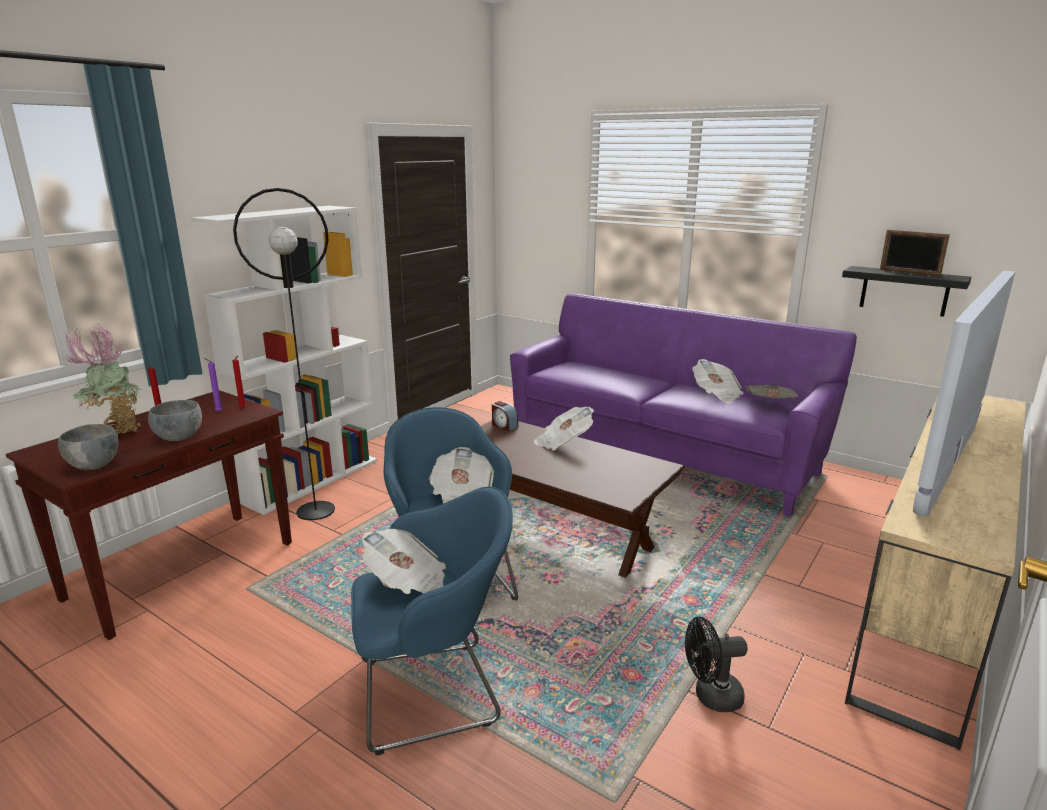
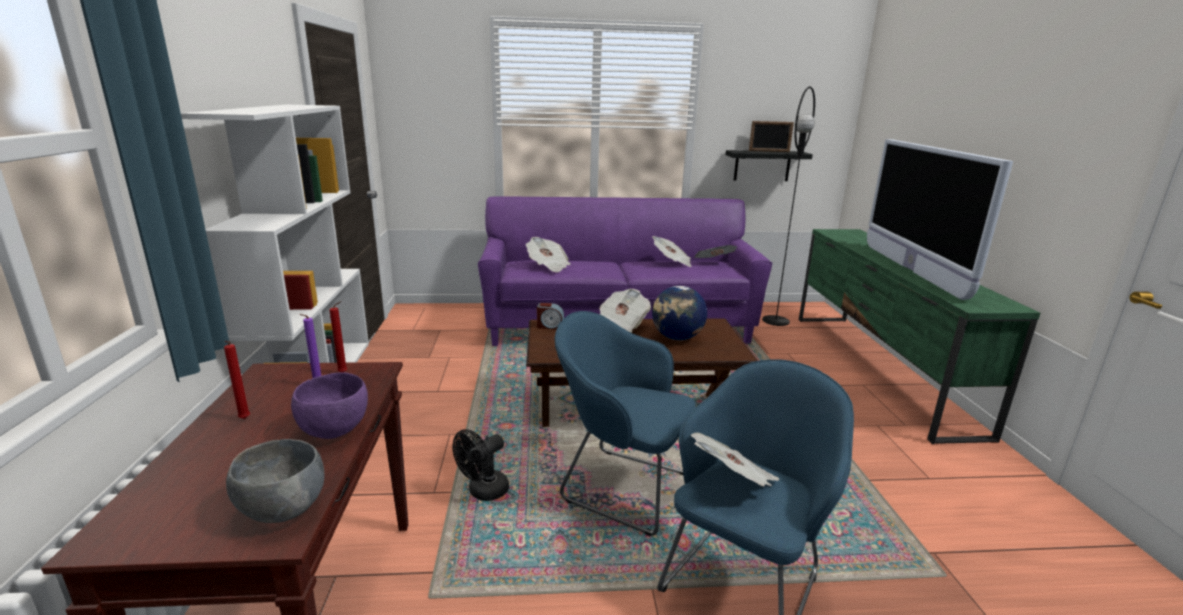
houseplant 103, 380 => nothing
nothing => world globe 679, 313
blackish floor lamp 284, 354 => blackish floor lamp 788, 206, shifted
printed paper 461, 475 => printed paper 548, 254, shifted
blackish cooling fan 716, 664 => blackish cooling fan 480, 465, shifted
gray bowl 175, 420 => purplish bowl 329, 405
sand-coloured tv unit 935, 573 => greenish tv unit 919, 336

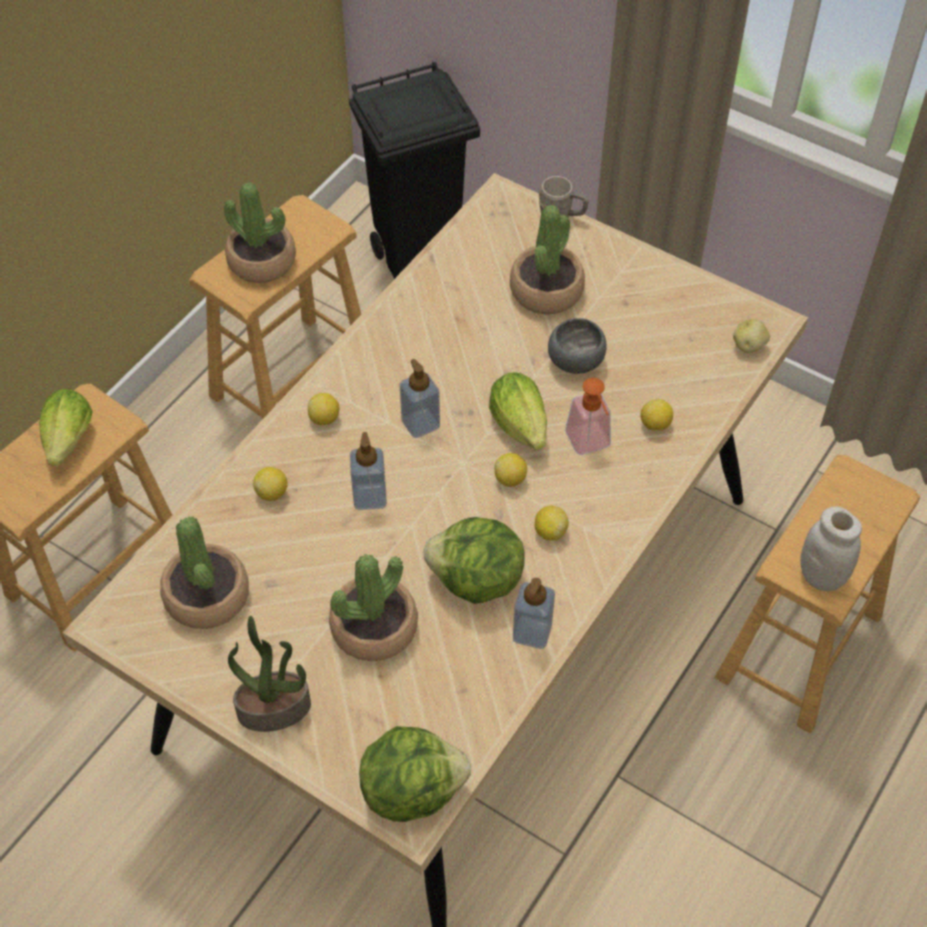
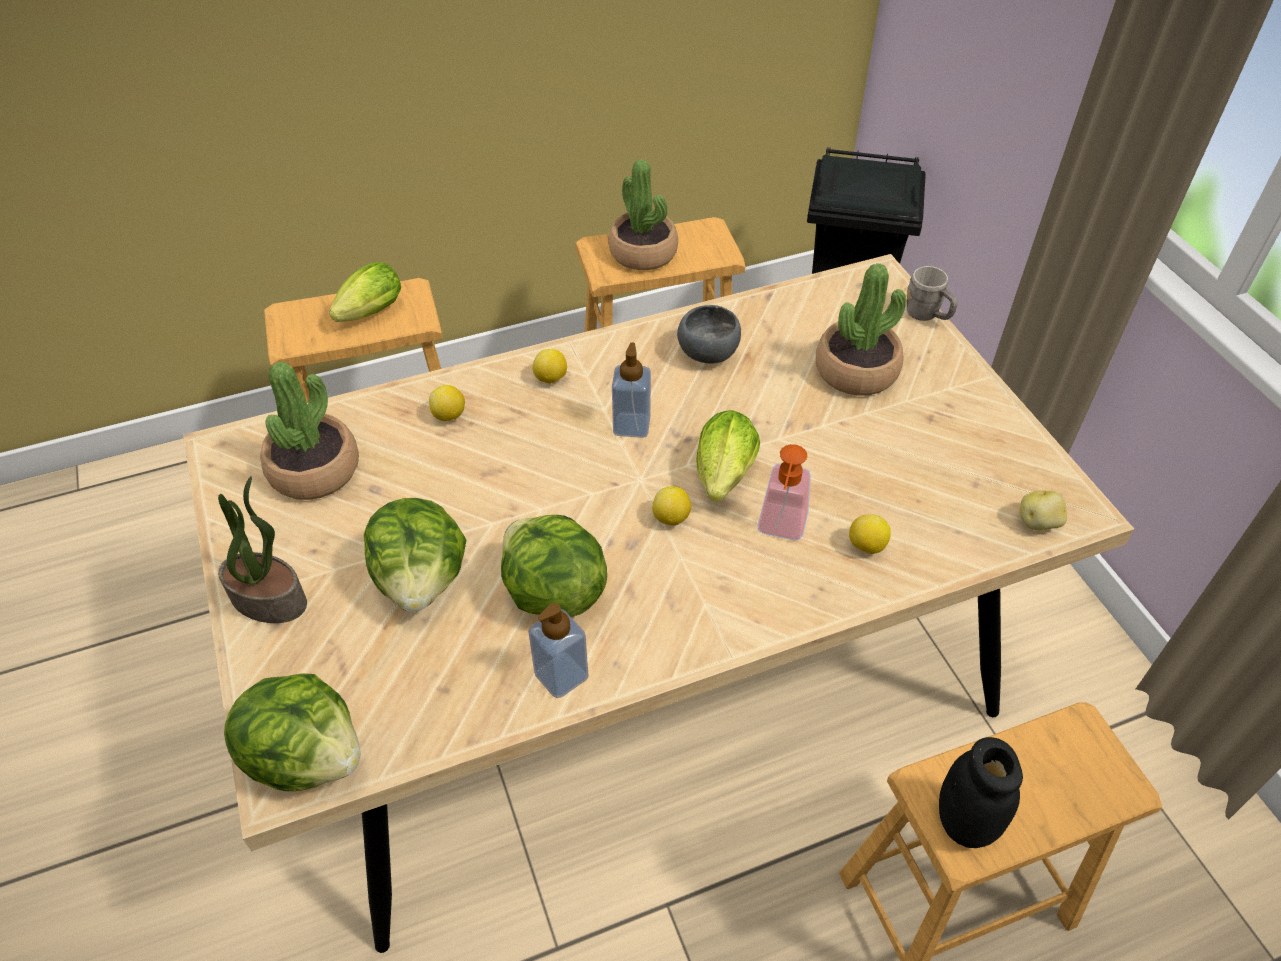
liquid soap bottle 368, 471 => nothing
lemon 552, 523 => nothing
gray bowl 577, 346 => gray bowl 709, 334, shifted
houseplant 373, 607 => lettuce head 415, 555
white-coloured storage jar 831, 548 => blackish storage jar 981, 792

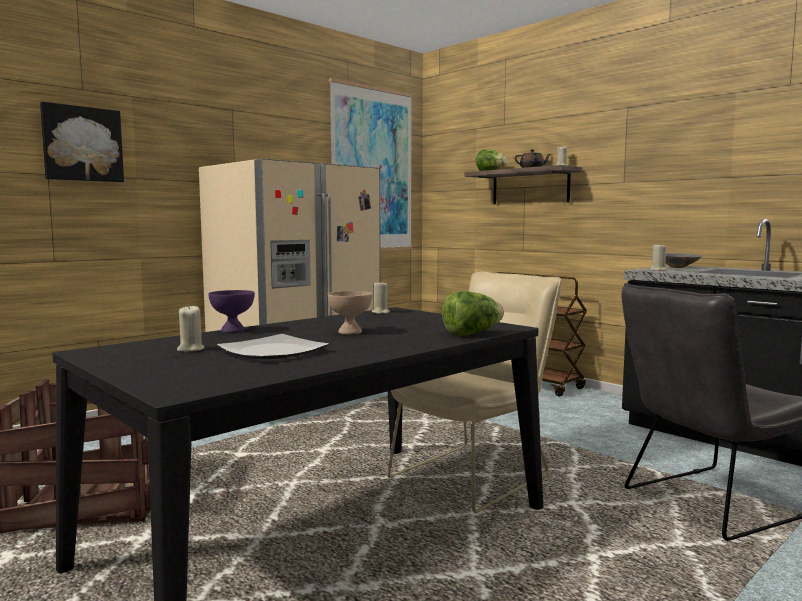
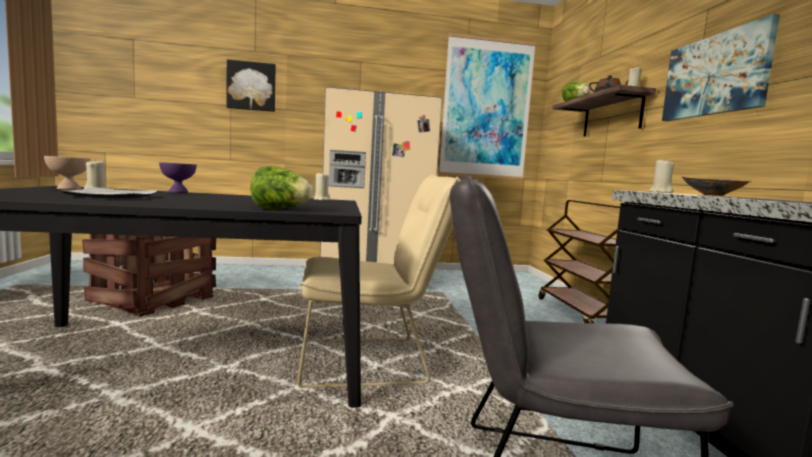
nothing => wall picture 721, 67
sand-coloured bowl 349, 312 => sand-coloured bowl 67, 173, shifted

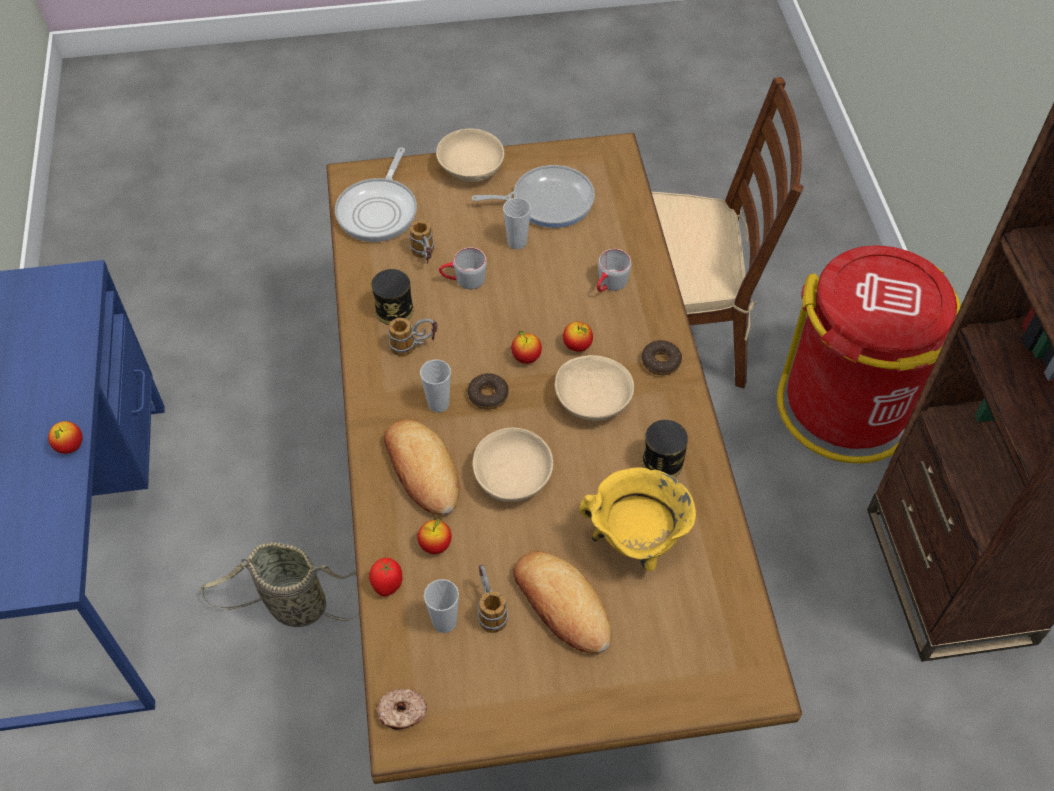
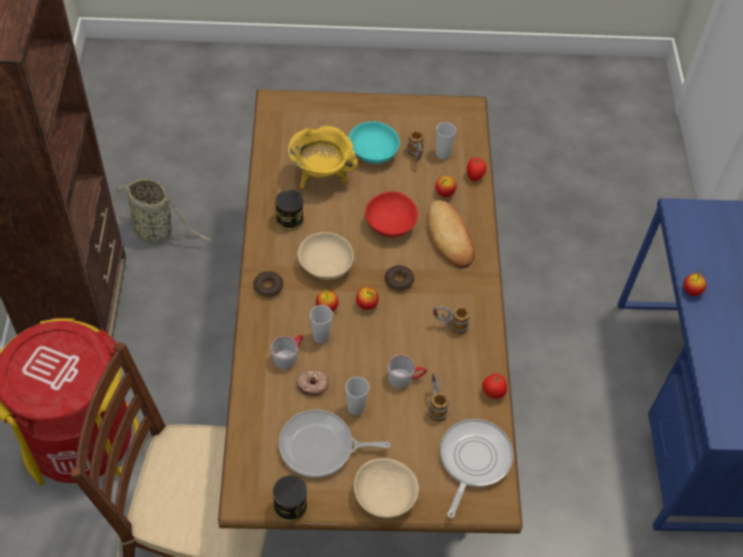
nothing => tomato 494, 386
storage basket 280, 585 => storage basket 162, 211, shifted
can 392, 297 => can 290, 498, shifted
doughnut 402, 709 => doughnut 312, 383, shifted
cup 435, 386 => cup 321, 324, shifted
bakery bread 563, 602 => blue-green bowl 374, 142
sand-coloured bowl 513, 465 => red-coloured bowl 391, 214

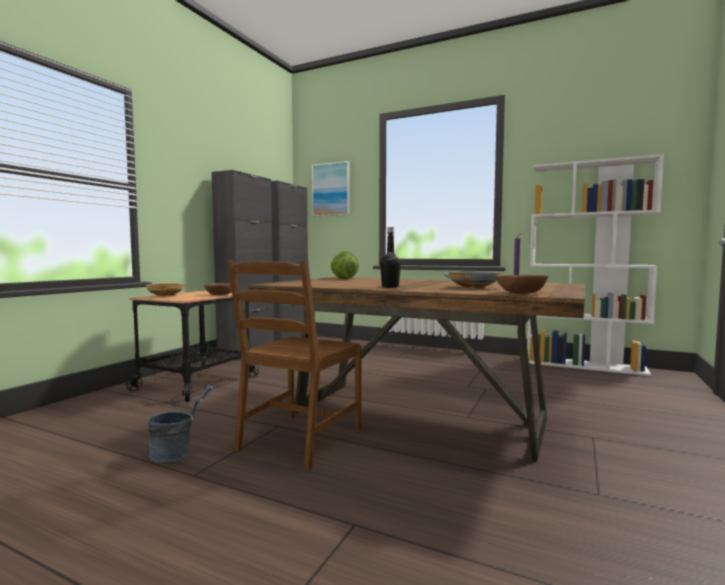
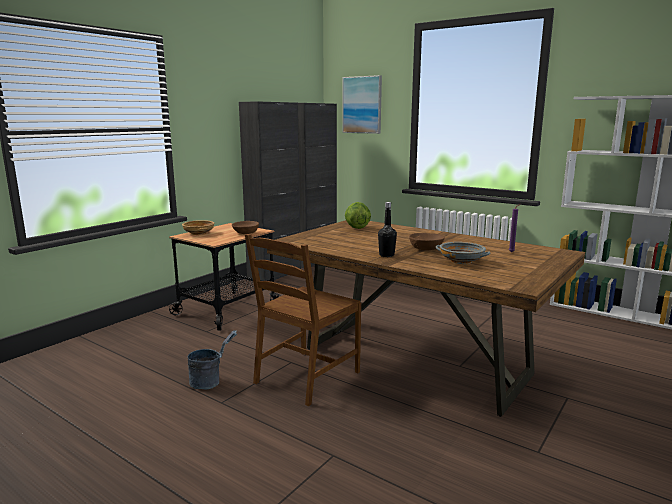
brown bowl 522, 284 => brown bowl 427, 241, shifted

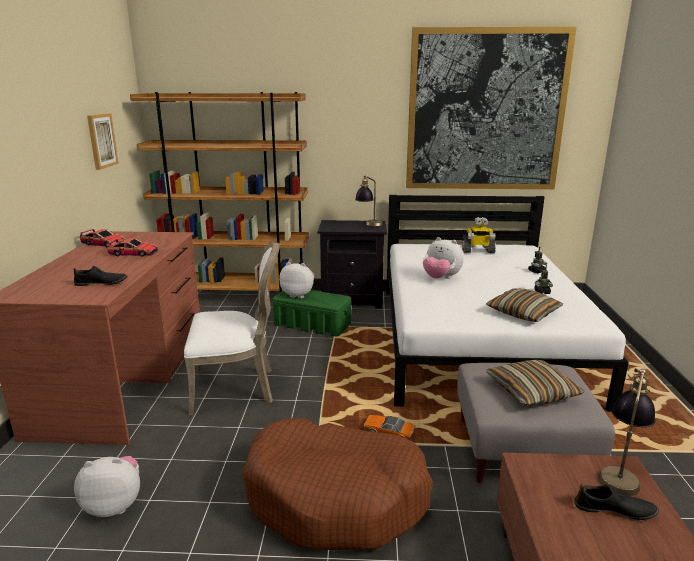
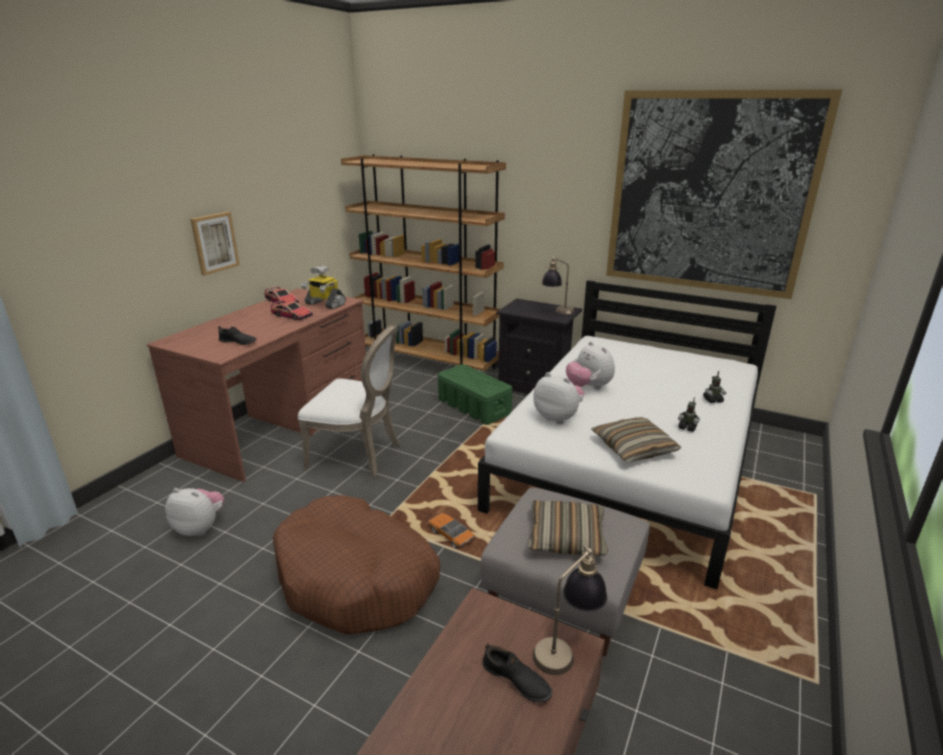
wall picture 103, 141 => wall picture 215, 244, shifted
plush toy 296, 280 => plush toy 558, 398, shifted
toy robot 479, 235 => toy robot 323, 287, shifted

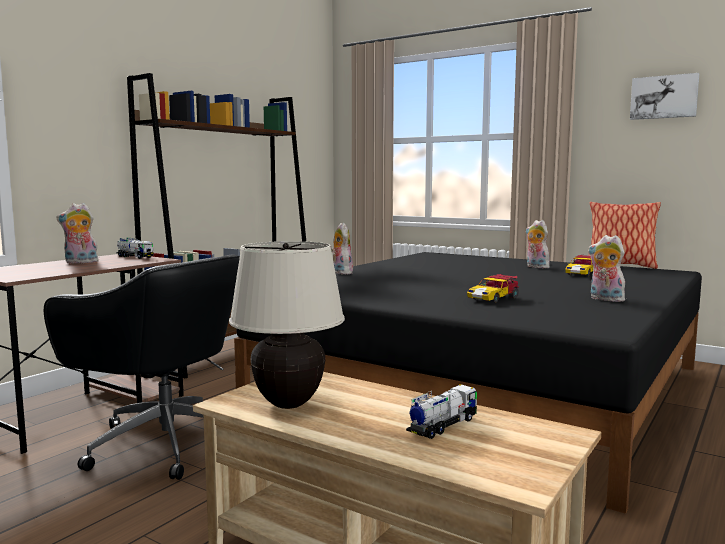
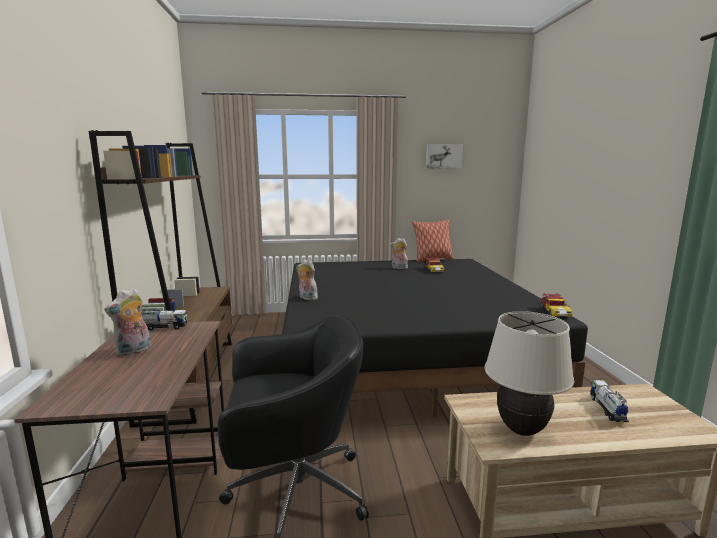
plush toy 608, 268 => nothing
miniature car 493, 288 => miniature car 556, 305, shifted

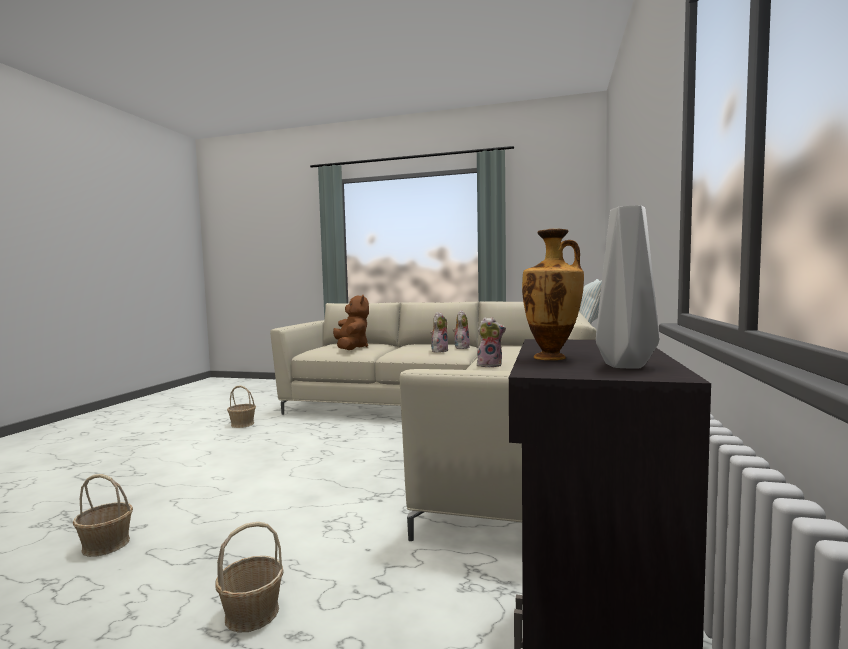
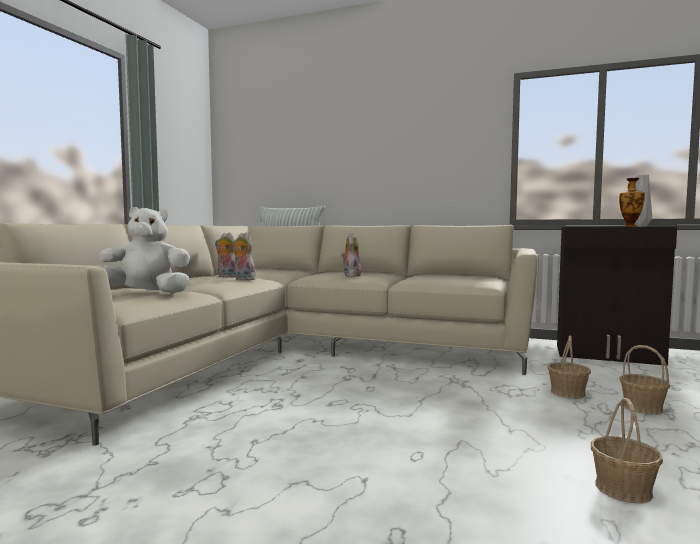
storage basket 241, 406 => storage basket 569, 367, shifted
brown plush toy 351, 322 => white-coloured plush toy 143, 250

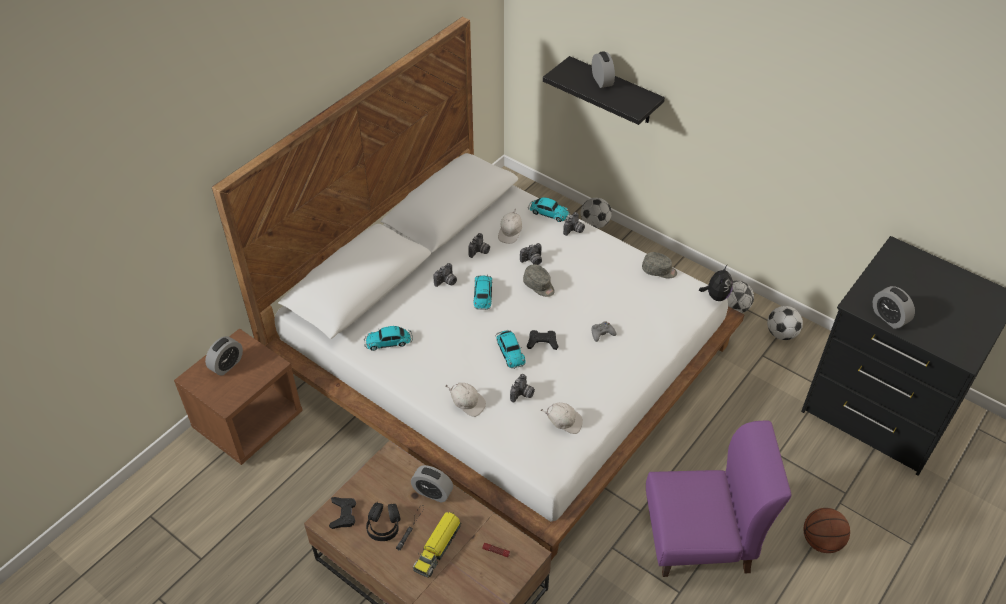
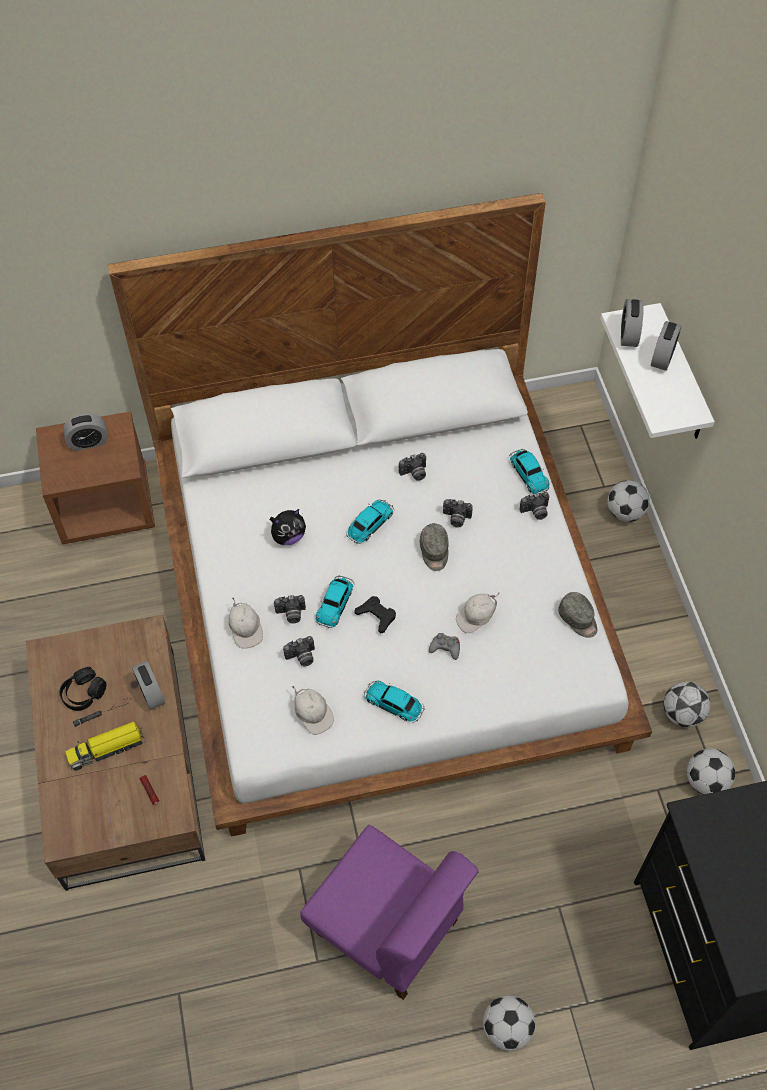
blackish game controller 342, 513 => nothing
miniature car 388, 338 => miniature car 394, 702, shifted
still camera 445, 275 => still camera 290, 609, shifted
white-coloured cap 510, 226 => white-coloured cap 478, 612, shifted
plush toy 716, 283 => plush toy 288, 527, shifted
table clock 894, 307 => table clock 632, 323, shifted
basketball 827, 530 => football 509, 1023
blackish wall shelf 604, 90 => white-coloured wall shelf 657, 371

